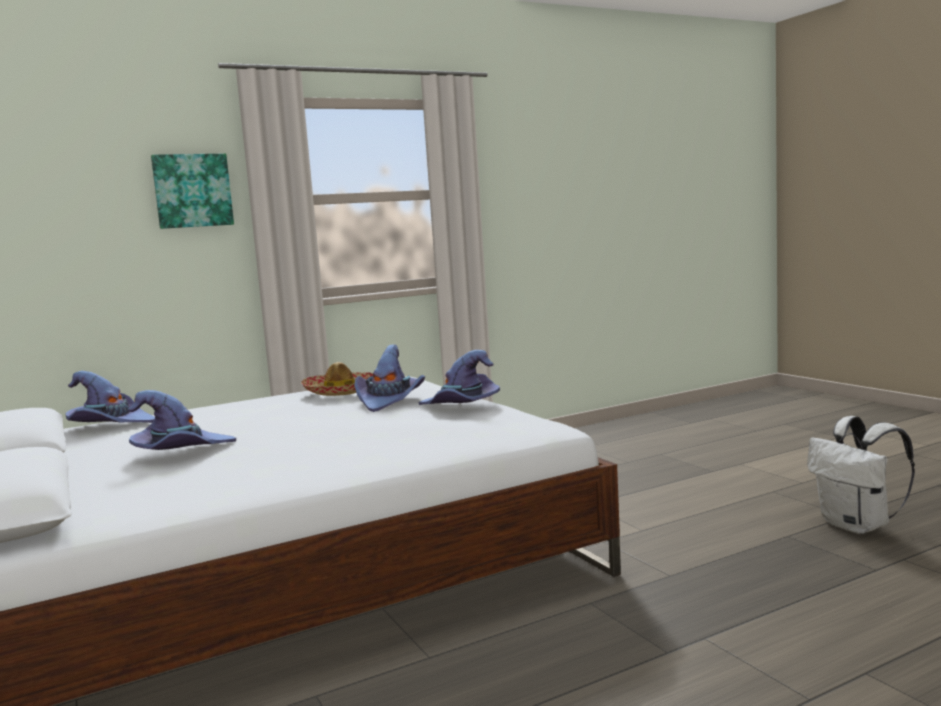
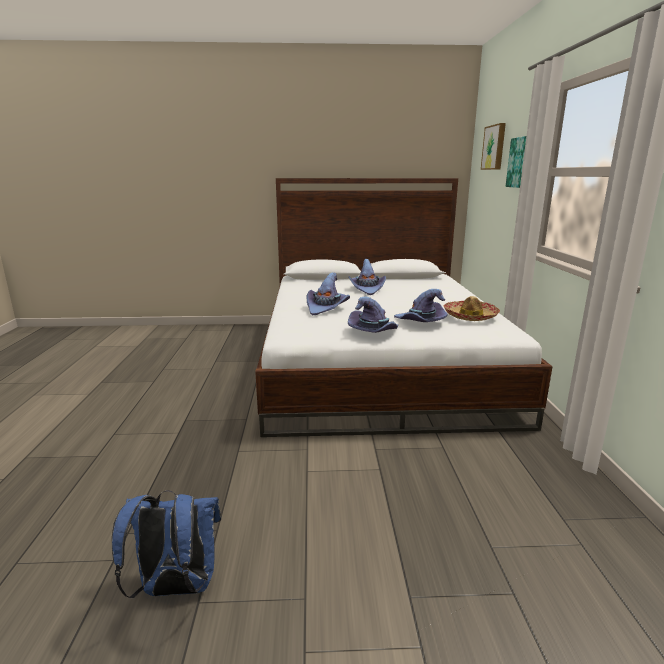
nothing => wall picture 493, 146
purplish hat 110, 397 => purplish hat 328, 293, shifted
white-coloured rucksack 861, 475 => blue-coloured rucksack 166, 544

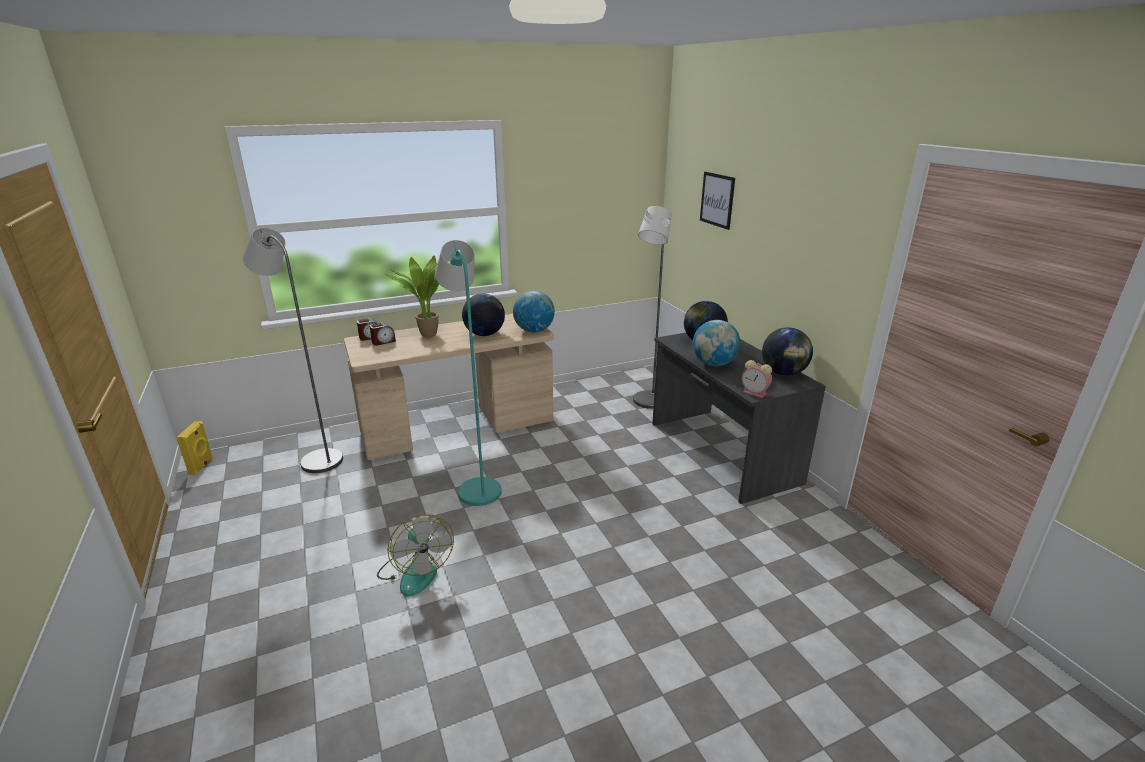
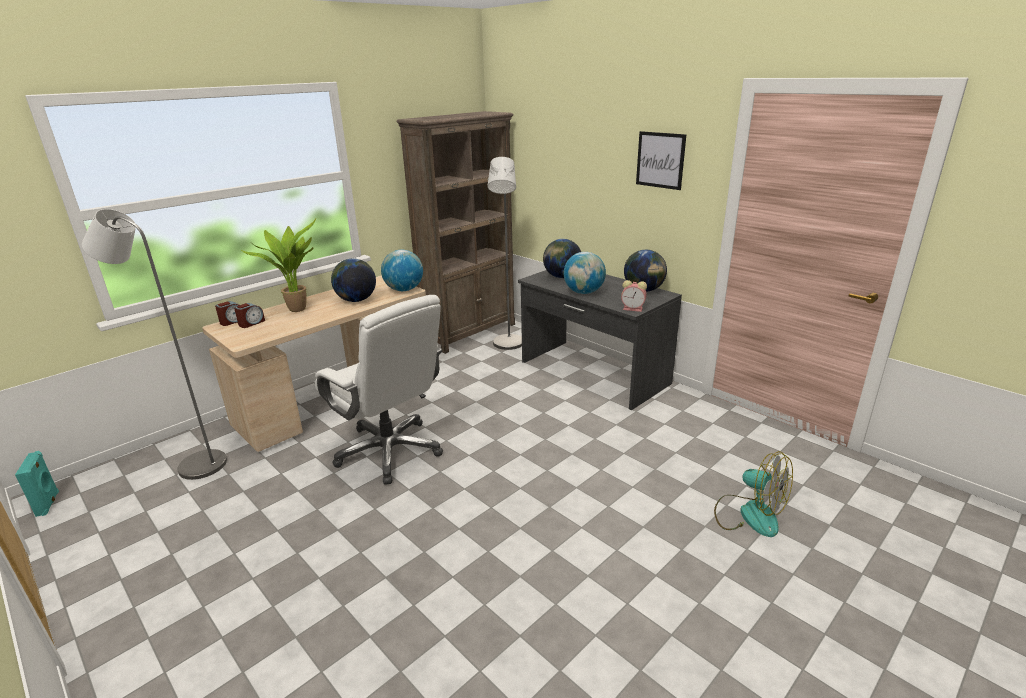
nothing => brown bookcase 456, 232
cooling fan 415, 555 => cooling fan 753, 494, shifted
wall picture 717, 201 => wall picture 661, 160, shifted
blue-green floor lamp 468, 373 => white-coloured office chair 379, 390
yellow speaker 194, 448 => blue-green speaker 37, 484

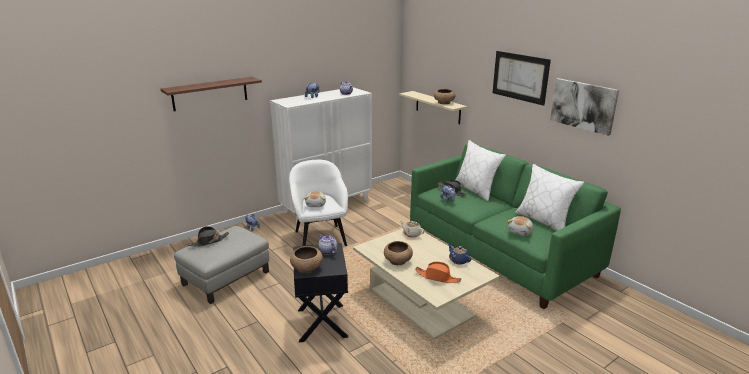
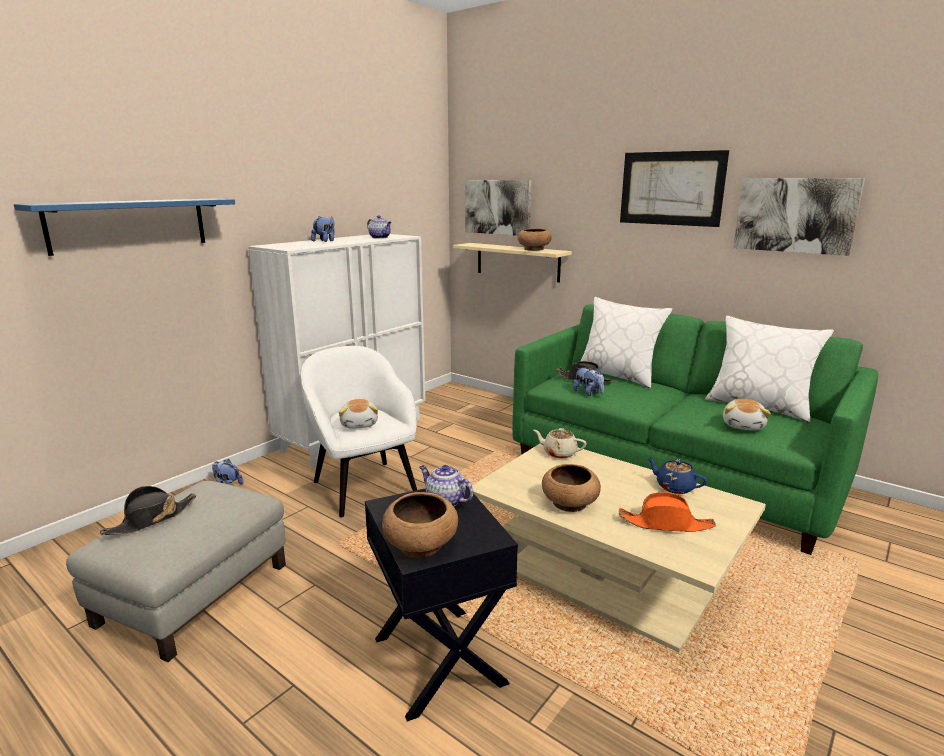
nothing => wall picture 498, 208
brown wall shelf 211, 94 => blue-coloured wall shelf 124, 227

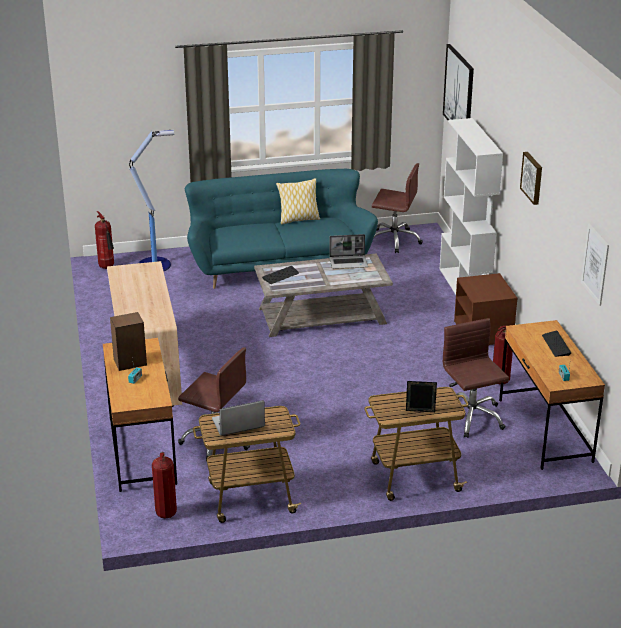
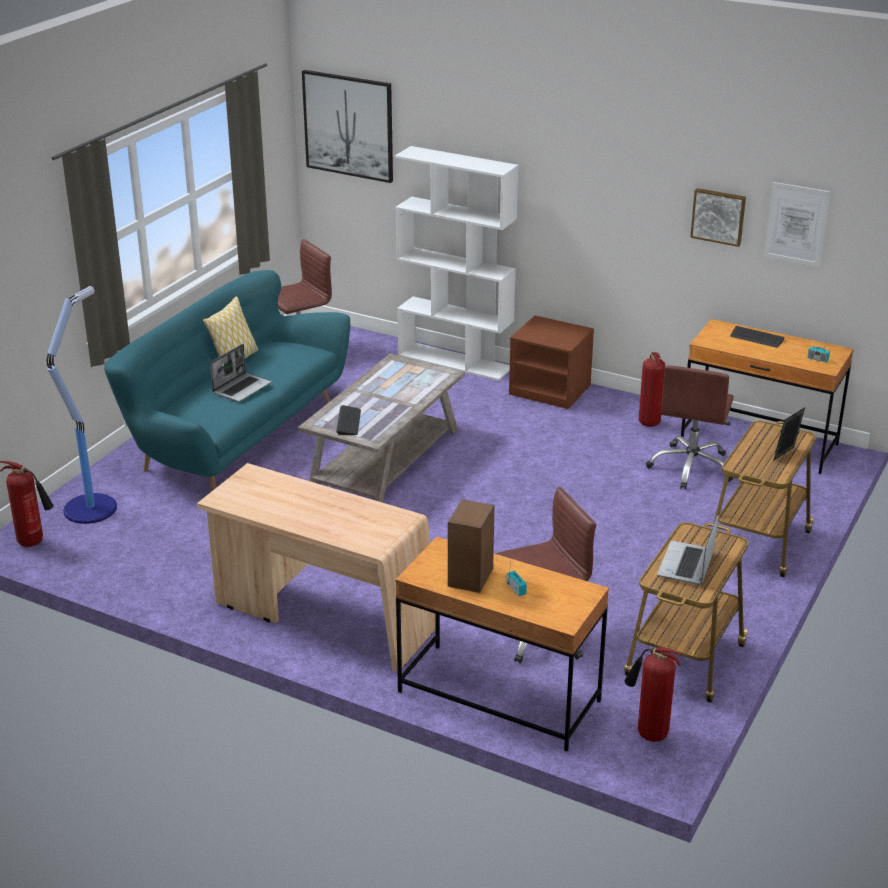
portable computer 348, 251 => portable computer 240, 373, shifted
wall picture 531, 178 => wall picture 718, 217, shifted
brown office chair 476, 378 => brown office chair 690, 427, 90 degrees counterclockwise

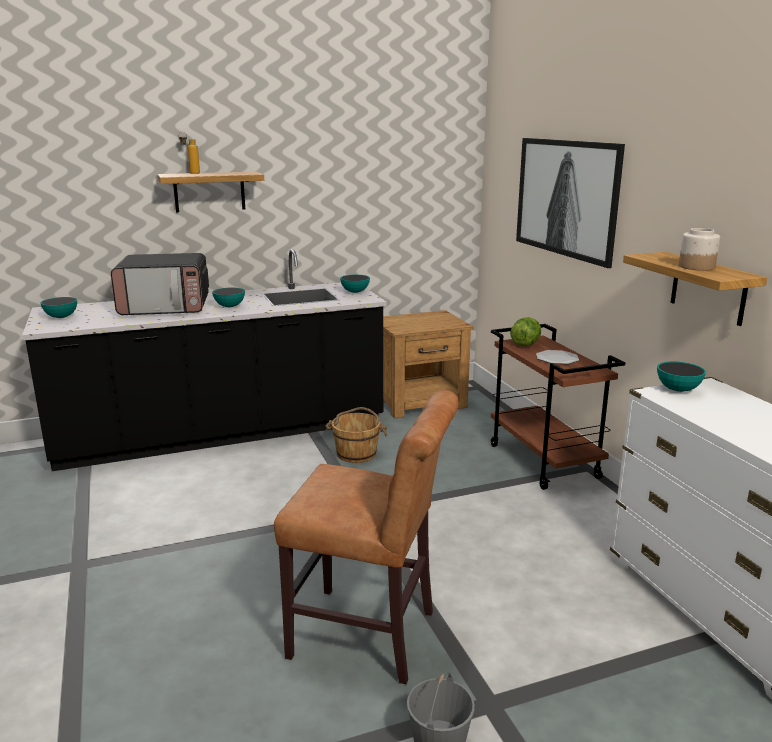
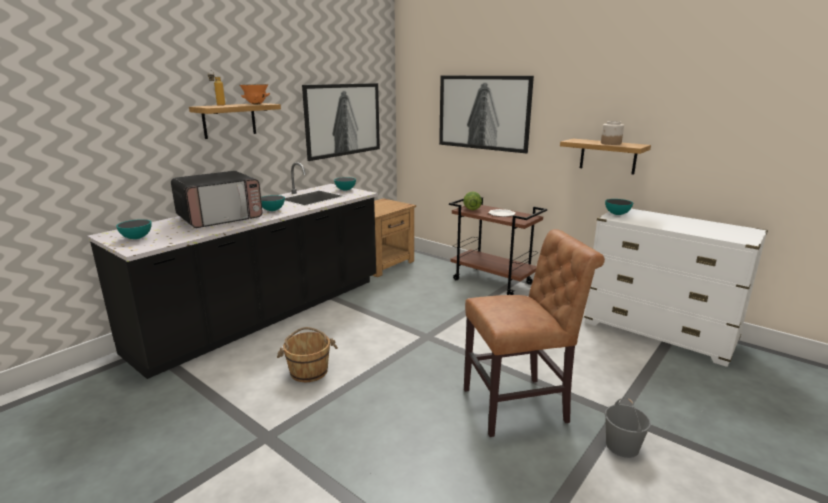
nothing => orangey bowl 255, 94
nothing => wall picture 341, 122
brown bucket 357, 435 => brown bucket 307, 354, shifted

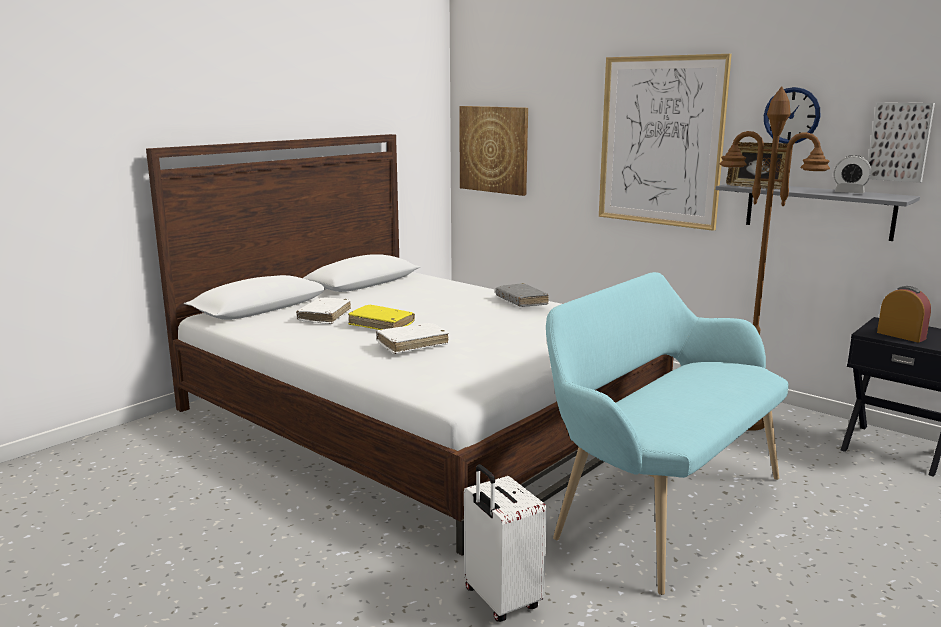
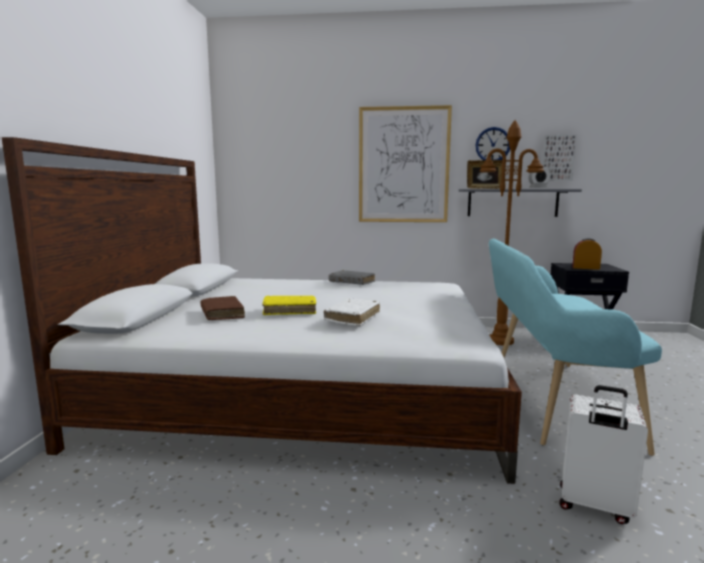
wall picture 494, 151 => nothing
white-coloured book 323, 310 => brown book 223, 308

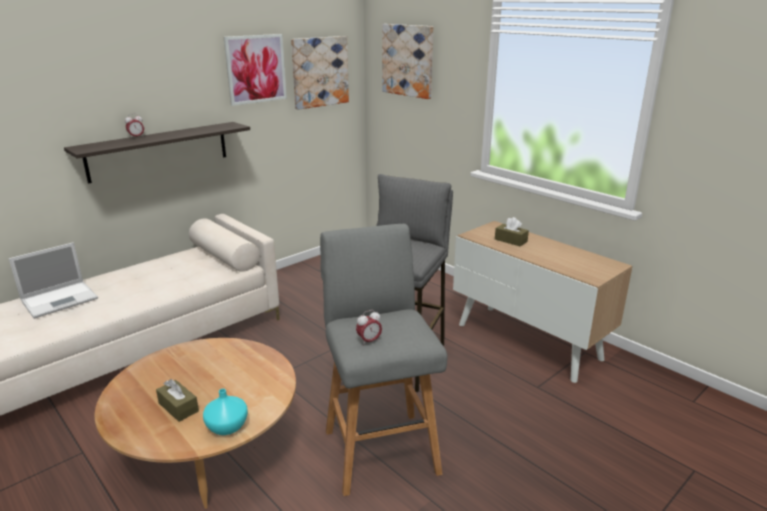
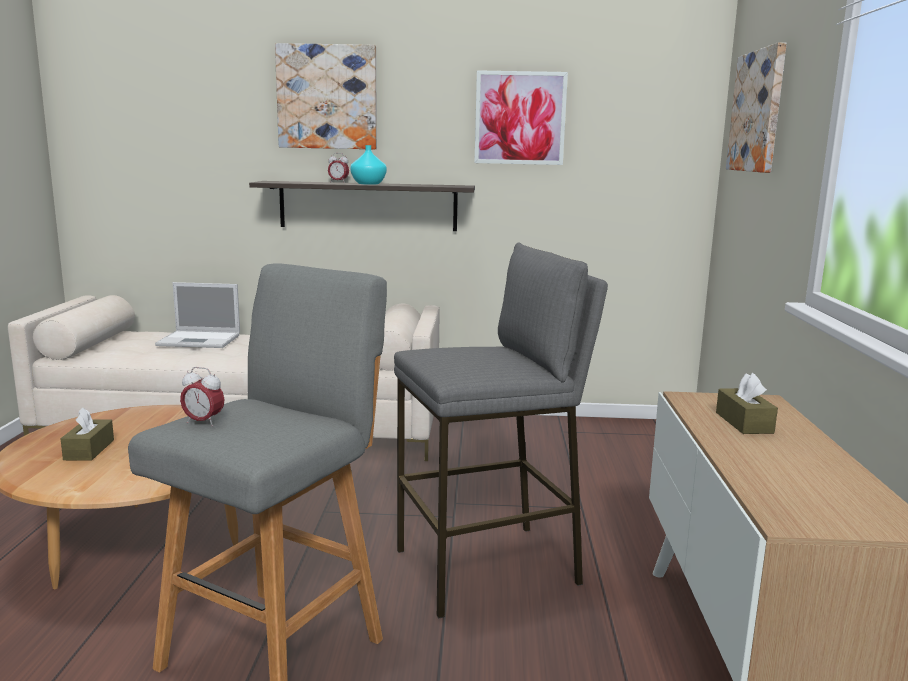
blue-green vase 225, 412 => blue-green vase 368, 165, shifted
wall picture 320, 73 => wall picture 326, 96, shifted

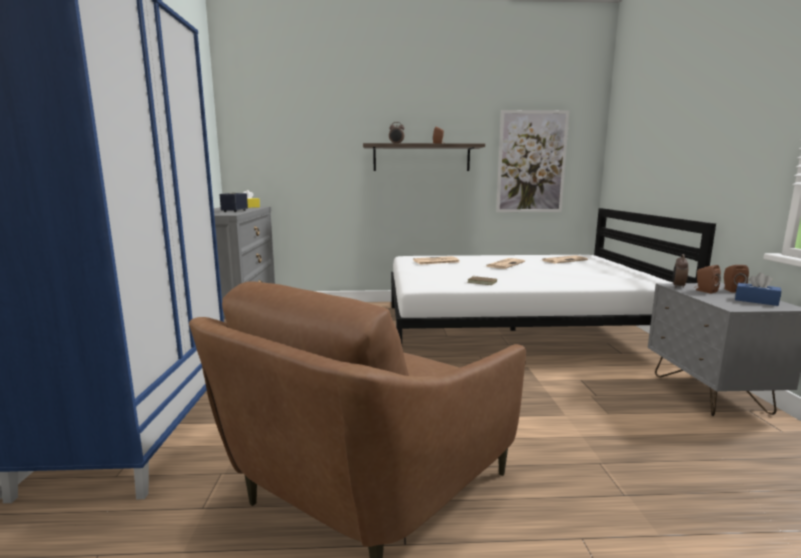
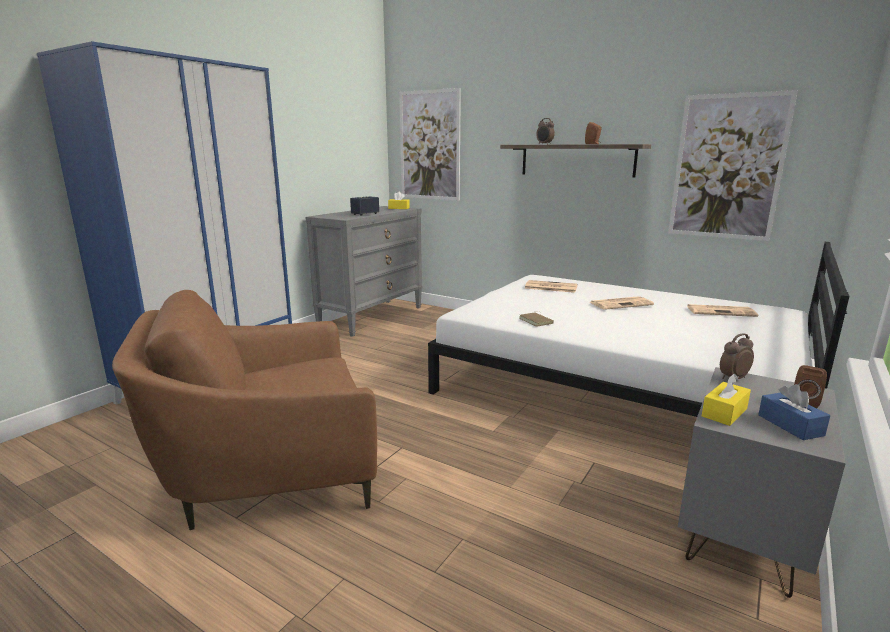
brown speaker 707, 279 => nothing
nothing => wall picture 430, 144
nothing => yellow box of tissues 726, 400

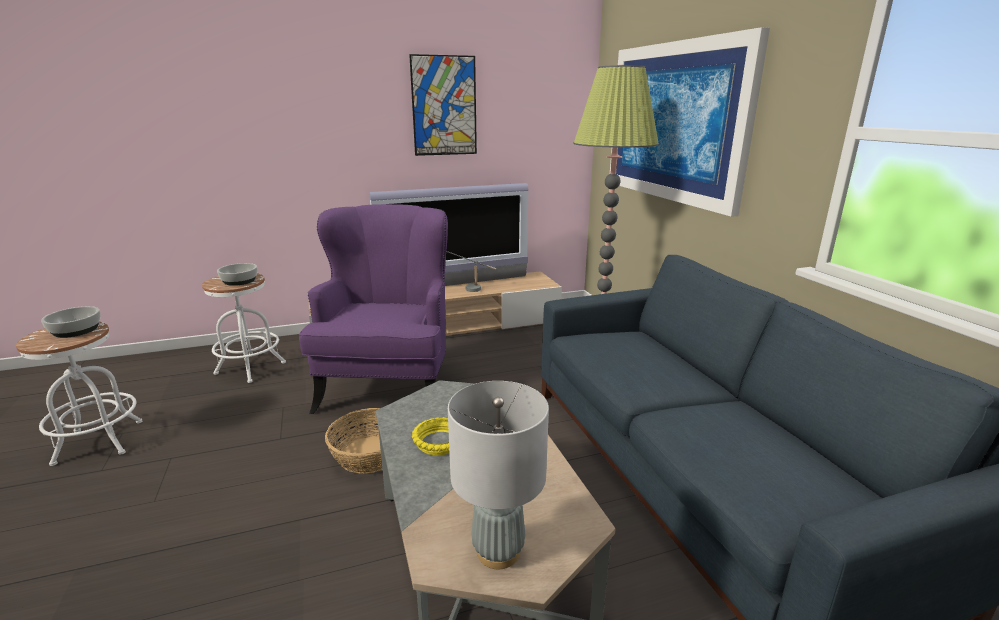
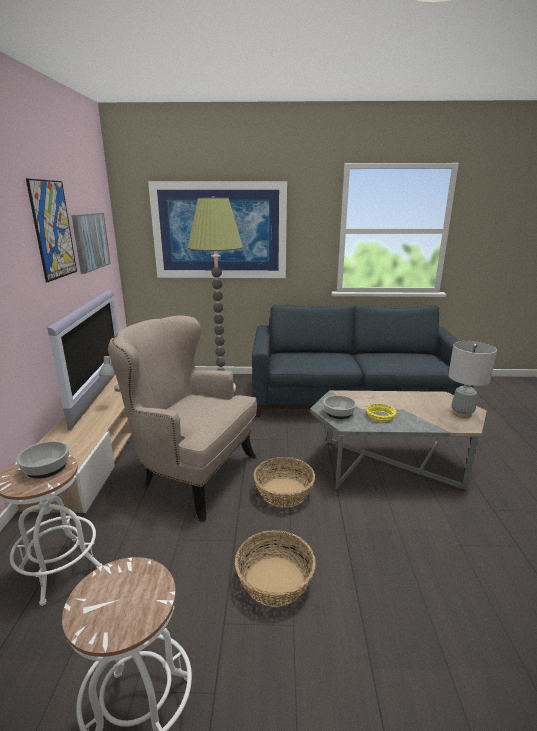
nothing => wall picture 91, 243
nothing => storage basket 275, 568
bowl 71, 322 => bowl 340, 407, shifted
purplish lounge chair 373, 309 => sand-coloured lounge chair 182, 418

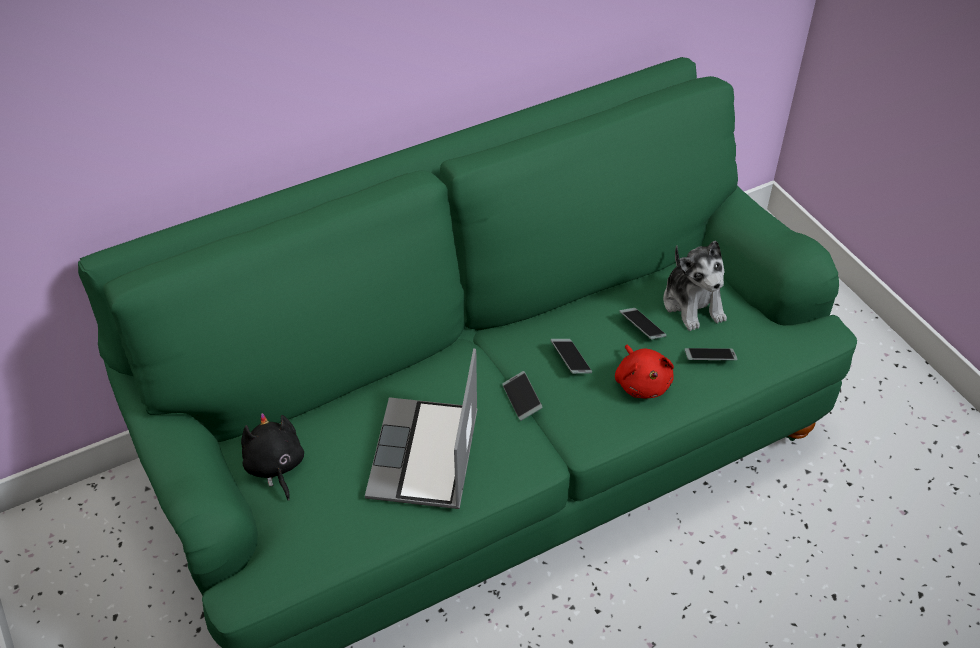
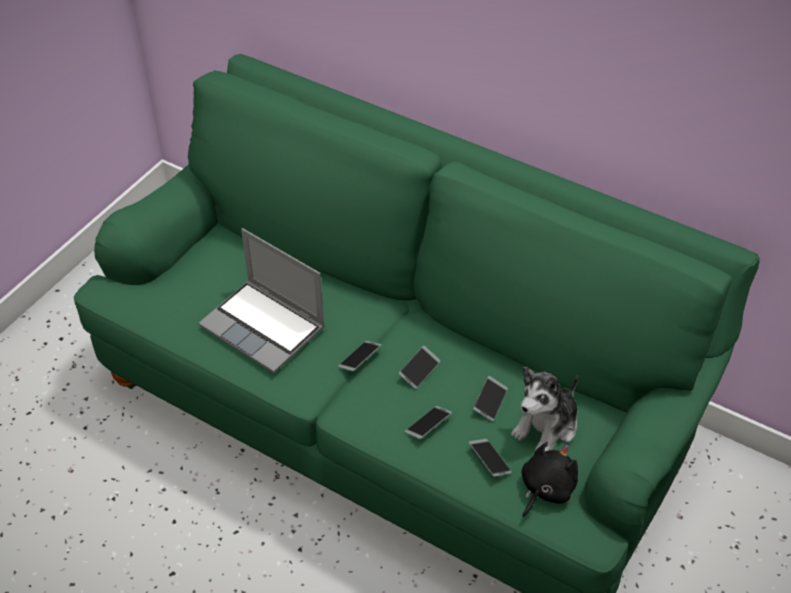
blackish plush toy 272, 457 => blackish plush toy 550, 480, shifted
red-coloured plush toy 644, 371 => telephone 428, 422
portable computer 421, 428 => portable computer 261, 300, 120 degrees counterclockwise

